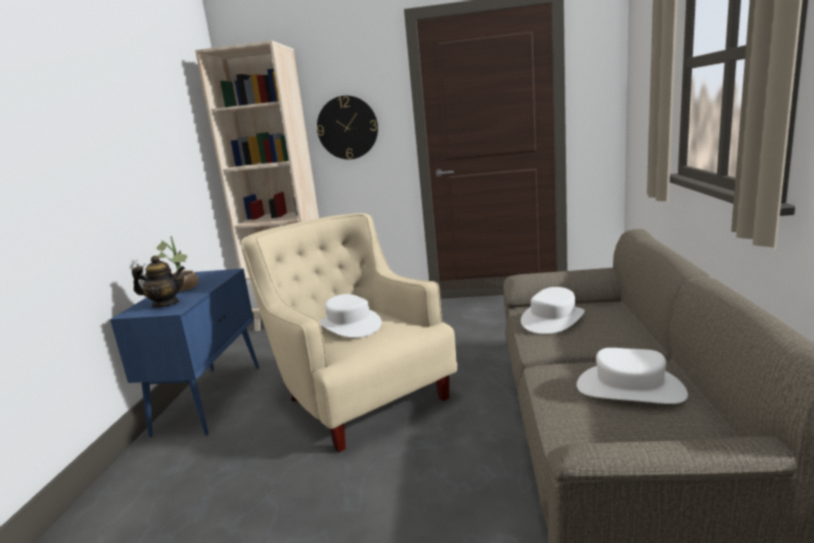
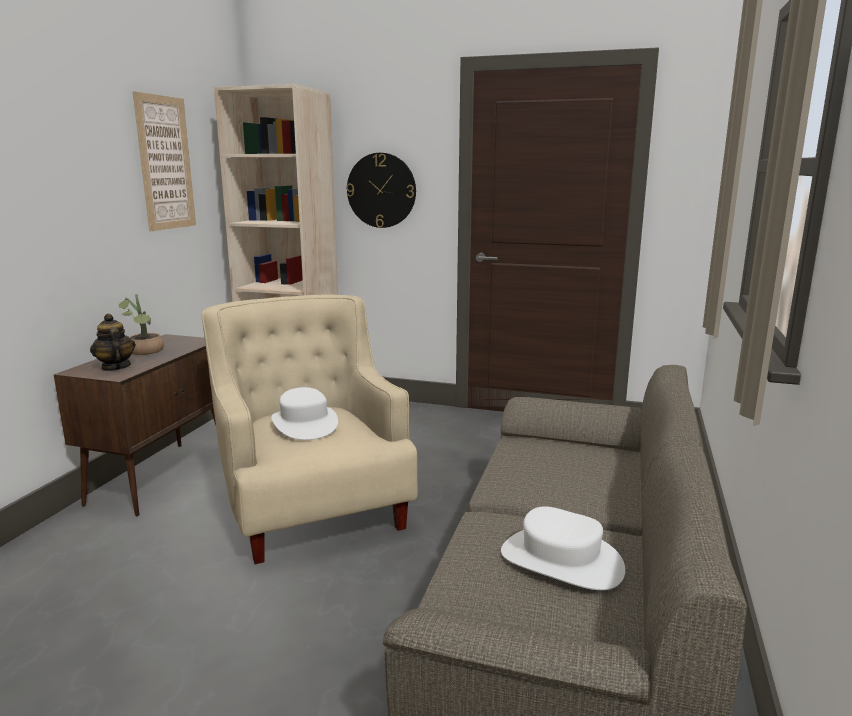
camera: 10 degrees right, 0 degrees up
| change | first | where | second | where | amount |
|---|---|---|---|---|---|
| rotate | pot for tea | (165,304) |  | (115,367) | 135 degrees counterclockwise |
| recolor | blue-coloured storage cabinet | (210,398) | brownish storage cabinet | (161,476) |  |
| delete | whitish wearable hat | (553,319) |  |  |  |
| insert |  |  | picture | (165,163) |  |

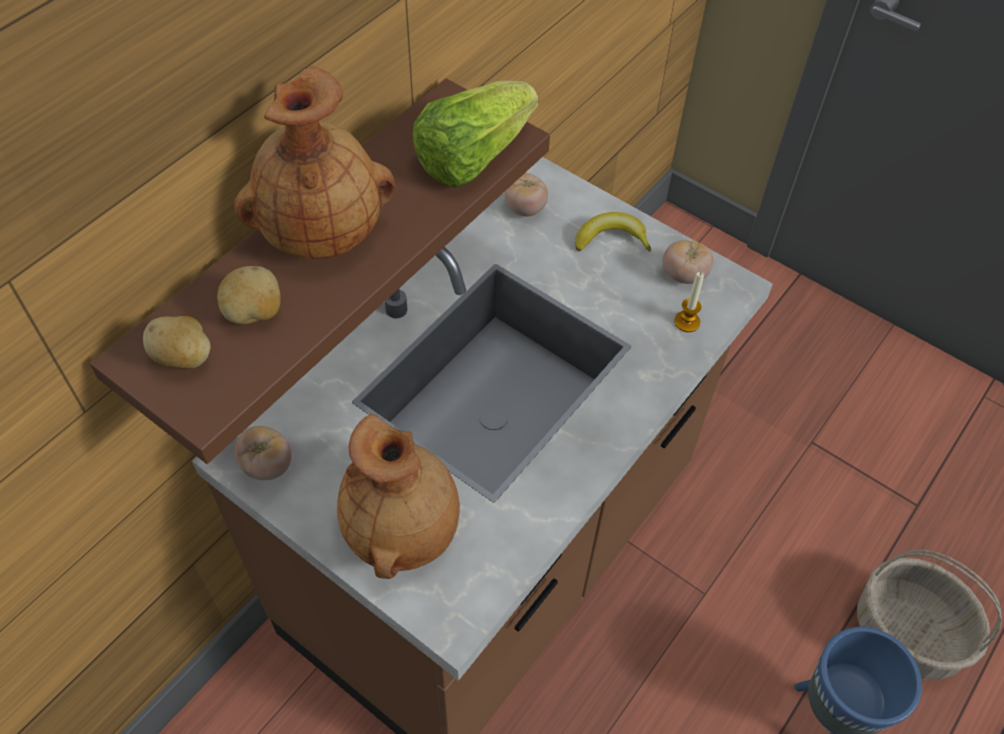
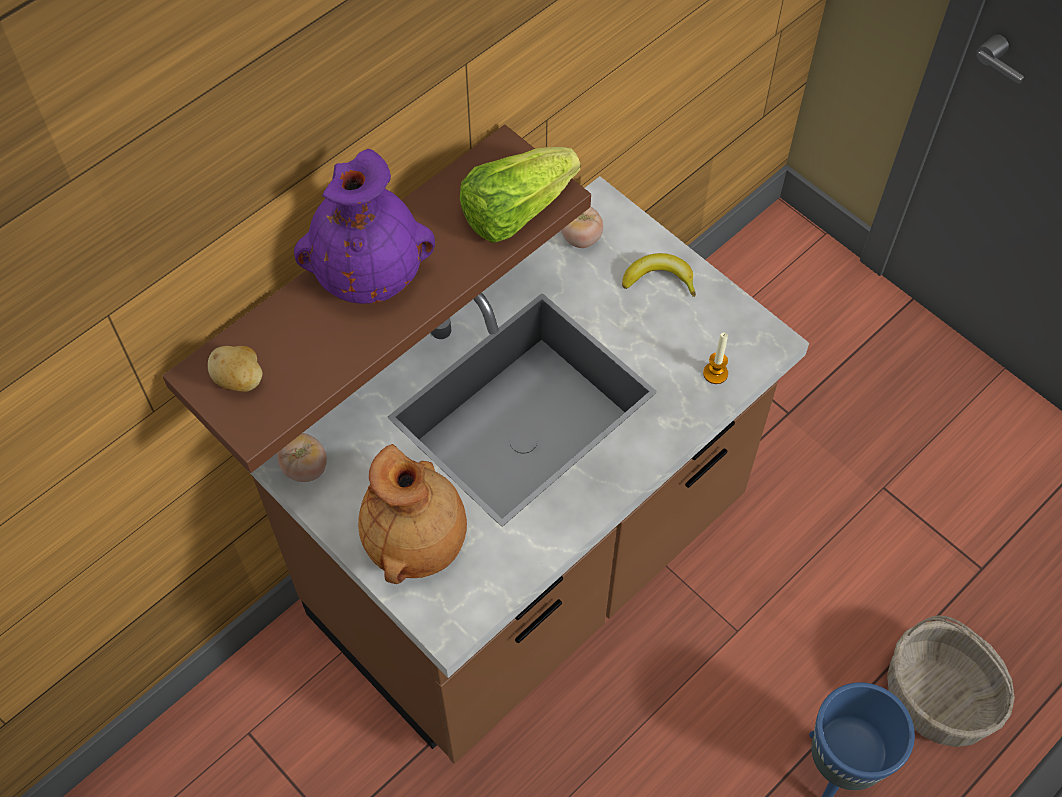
camera: 10 degrees right, 5 degrees up
| change | first | where | second | where | amount |
|---|---|---|---|---|---|
| recolor | brownish vase | (322,232) | purple vase | (369,273) |  |
| delete | whole tomato | (684,275) |  |  |  |
| delete | spud | (254,313) |  |  |  |

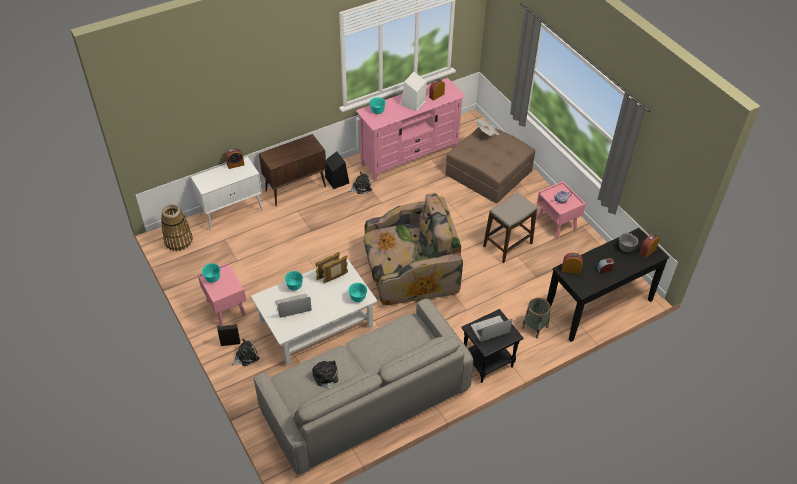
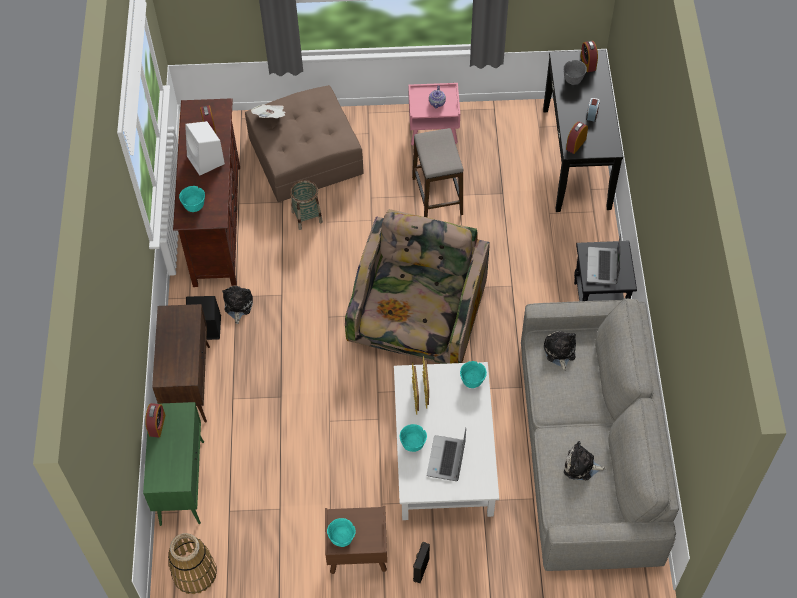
camera: 60 degrees left, 10 degrees up
| change | first | where | second | where | amount |
|---|---|---|---|---|---|
| recolor | pink-coloured media console | (409,156) | brownish media console | (216,224) |  |
| recolor | whitish storage cabinet | (232,212) | green-coloured storage cabinet | (182,482) |  |
| recolor | pink-coloured night table | (225,307) | brownish night table | (357,554) |  |
| move | basket | (534,327) |  | (307,217) |  |
| move | soft toy | (246,356) |  | (559,352) |  |

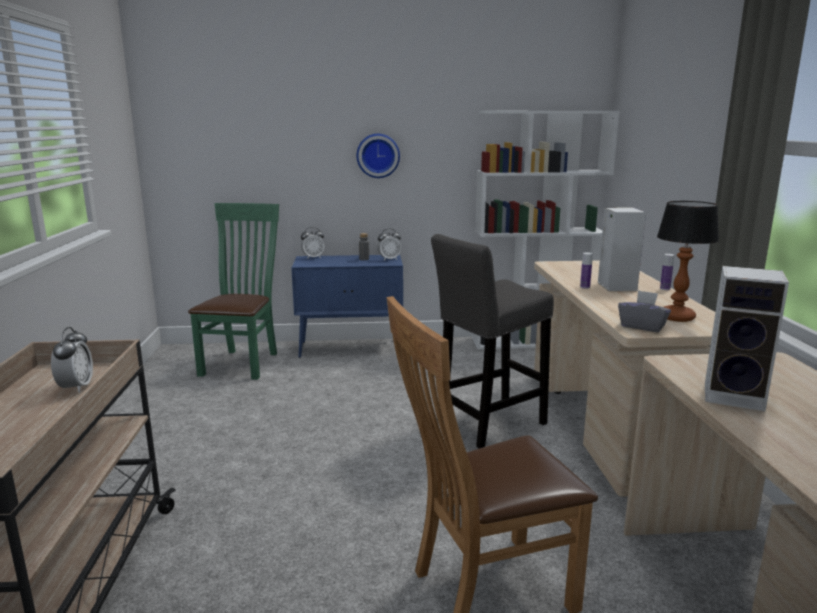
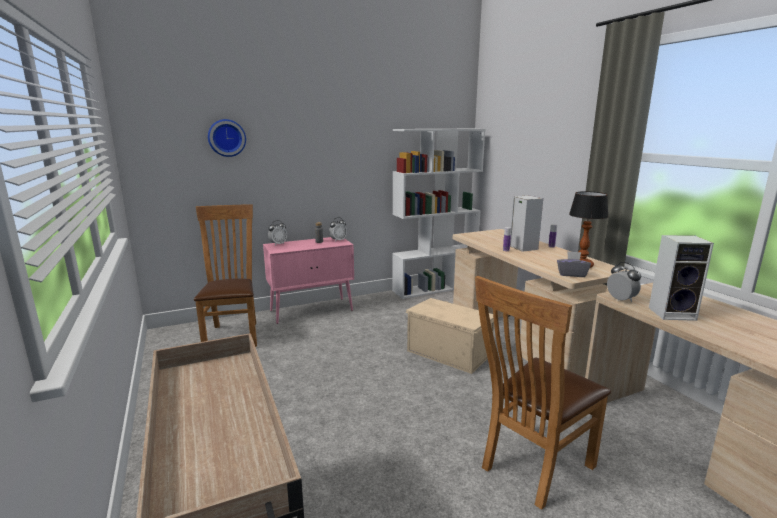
camera: 20 degrees left, 0 degrees up
| change | first | where | second | where | amount |
|---|---|---|---|---|---|
| move | wall clock | (378,155) |  | (226,138) |  |
| recolor | green-coloured upright chair | (243,362) | brownish upright chair | (233,334) |  |
| replace | gray stool seat | (487,424) | beige-coloured storage container | (449,352) |  |
| recolor | blue-coloured storage cabinet | (351,348) | pink-coloured storage cabinet | (312,310) |  |
| move | alarm clock | (76,387) |  | (621,300) |  |

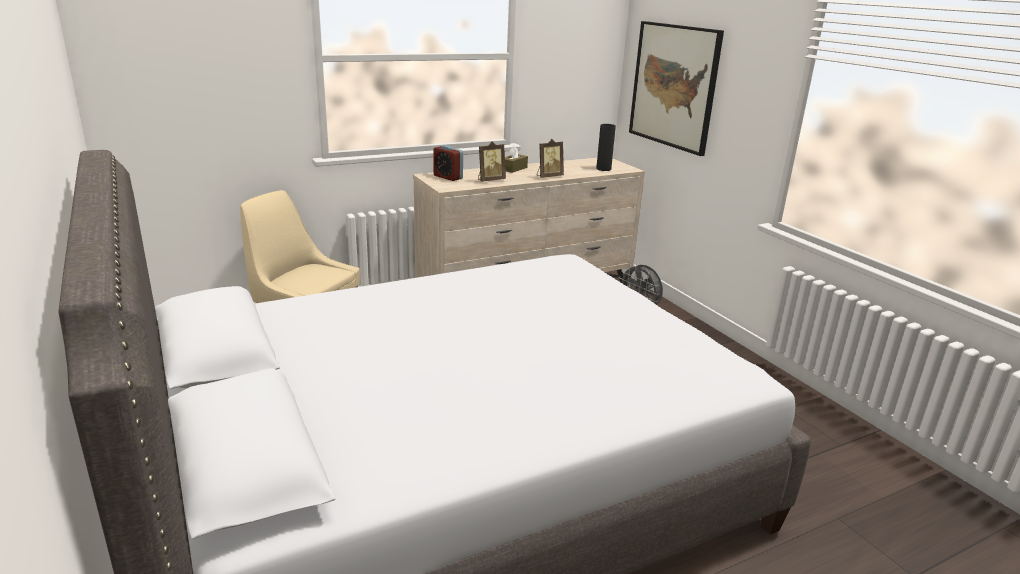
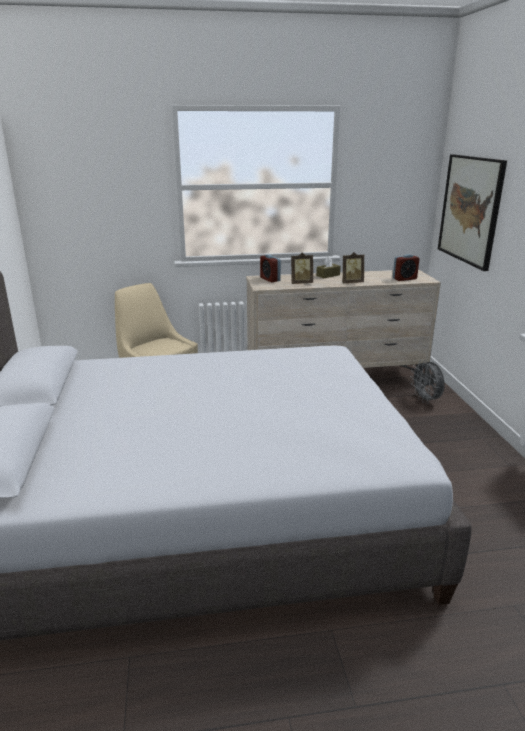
camera: 20 degrees right, 0 degrees up
| change | first | where | second | where | amount |
|---|---|---|---|---|---|
| replace | blackish vase | (603,169) | alarm clock | (404,279) |  |

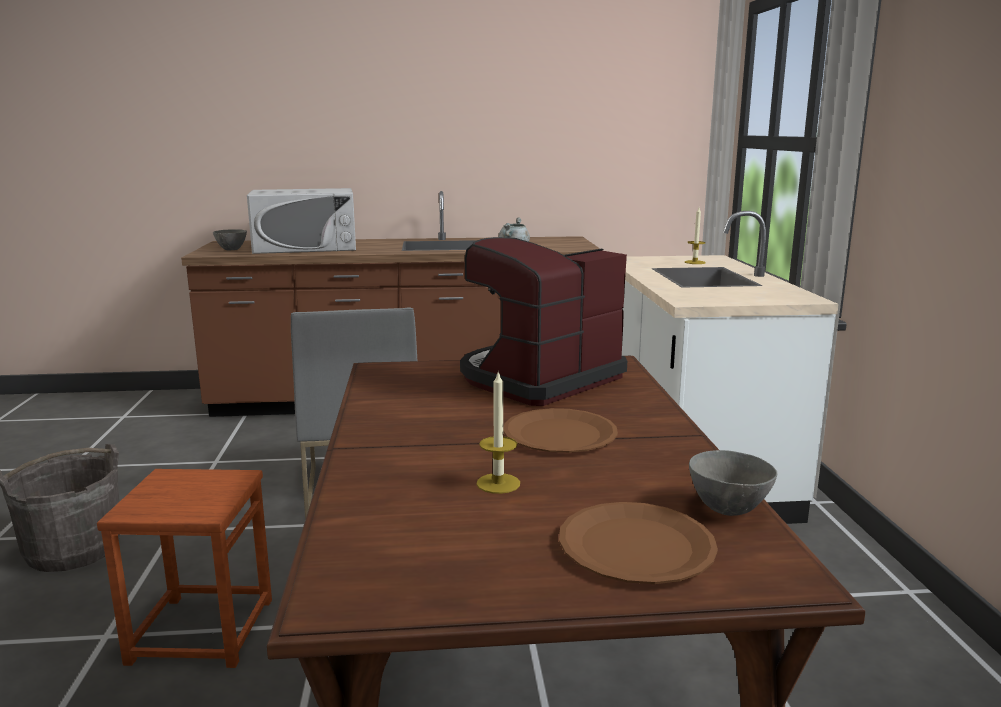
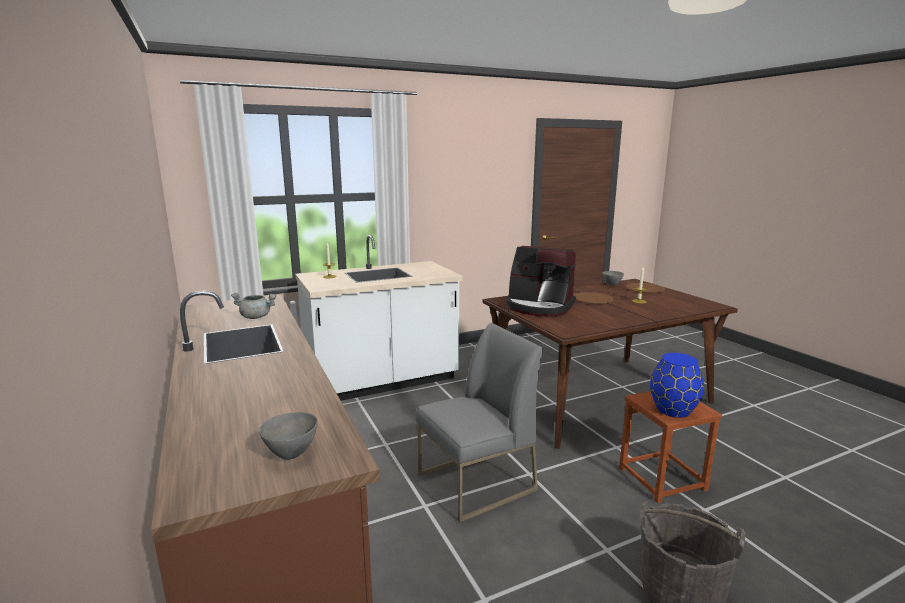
camera: 110 degrees left, 0 degrees up
| change | first | where | second | where | amount |
|---|---|---|---|---|---|
| delete | whitish kitchen microwave | (305,247) |  |  |  |
| insert |  |  | blue-coloured vase | (673,410) |  |

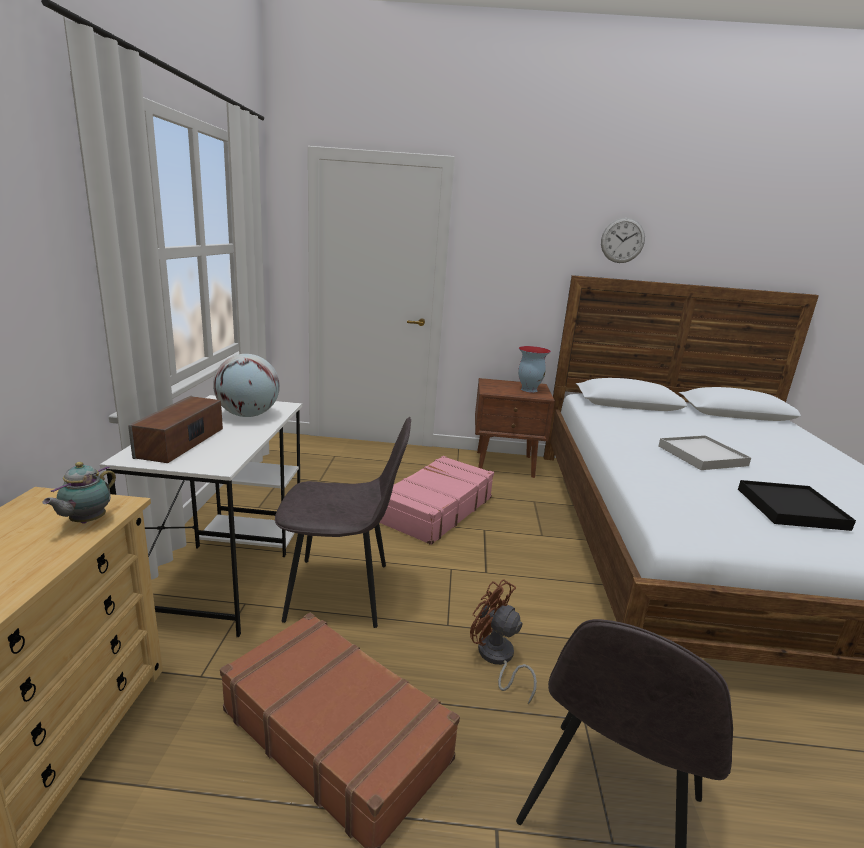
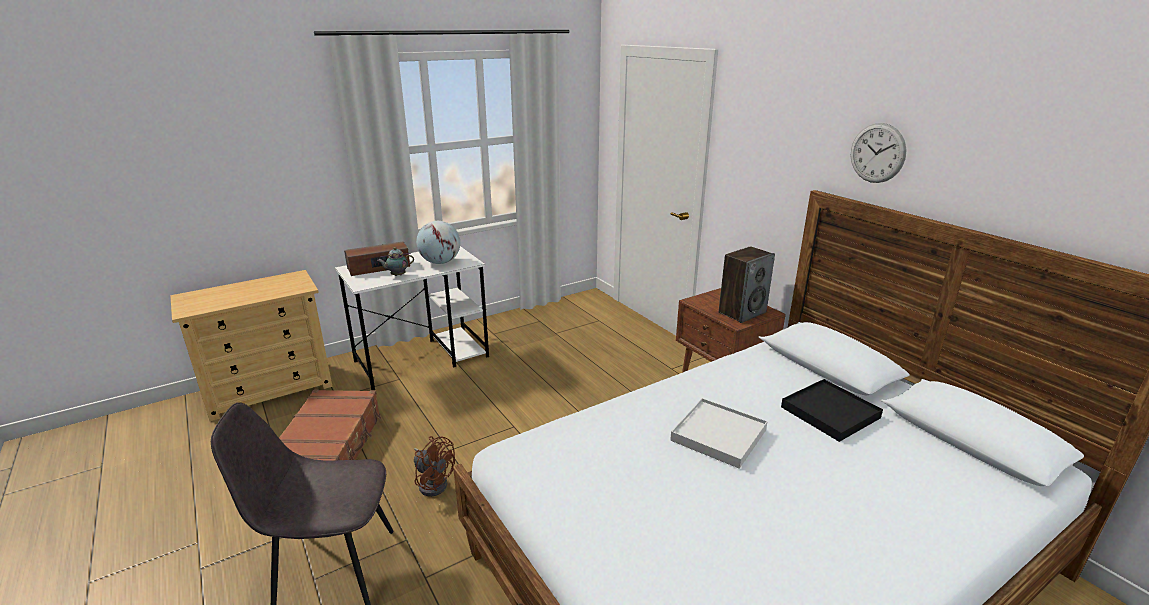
camera: 55 degrees right, 5 degrees up
| change | first | where | second | where | amount |
|---|---|---|---|---|---|
| replace | vase | (528,389) | audio speaker | (742,312) |  |
| delete | gray upright chair | (342,592) |  |  |  |
| delete | pink-coloured piece of luggage | (435,509) |  |  |  |
| move | pot for tea | (86,521) |  | (397,275) |  |
| move | blackish serving tray | (791,509) |  | (830,412) |  |
| rotate | brownish electric fan | (497,659) |  | (433,482) | 120 degrees clockwise |

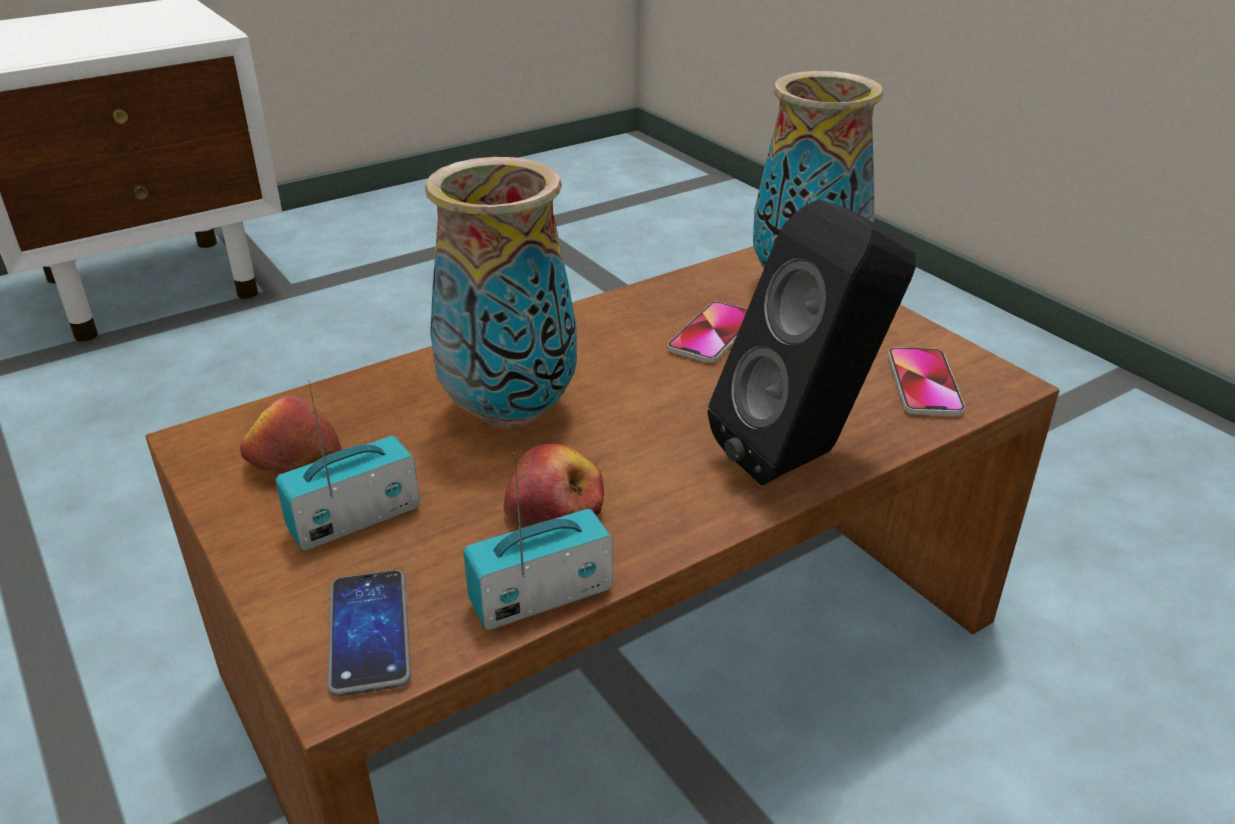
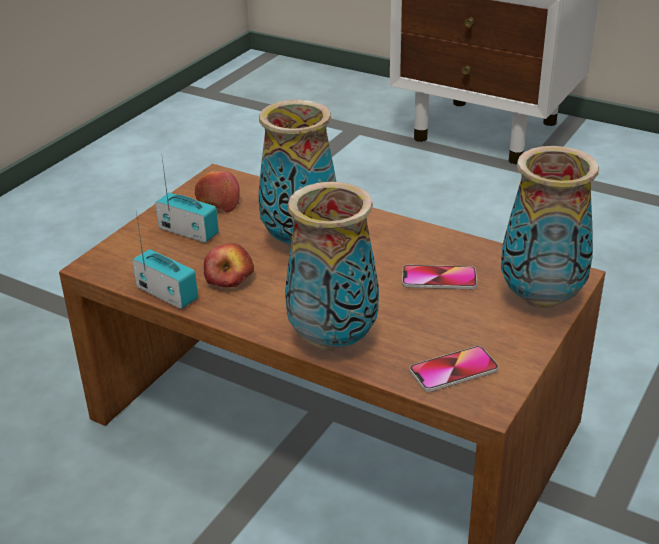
camera: 65 degrees right, 0 degrees up
| change | first | where | second | where | amount |
|---|---|---|---|---|---|
| replace | blackish audio speaker | (803,455) | vase | (333,340) |  |
| delete | phone | (369,633) |  |  |  |

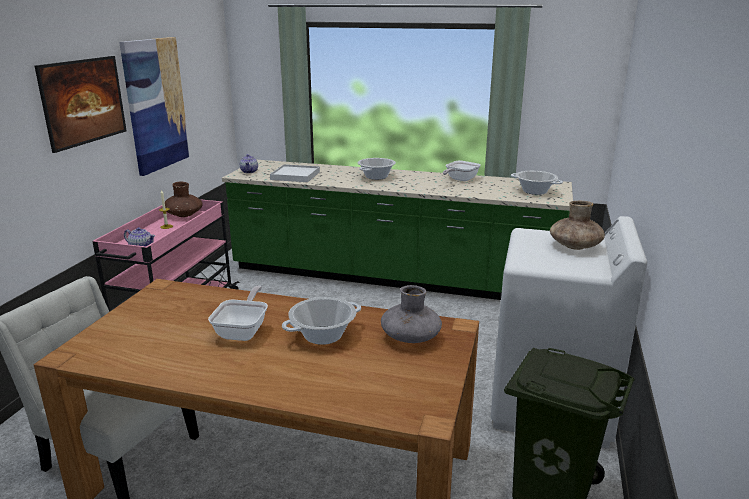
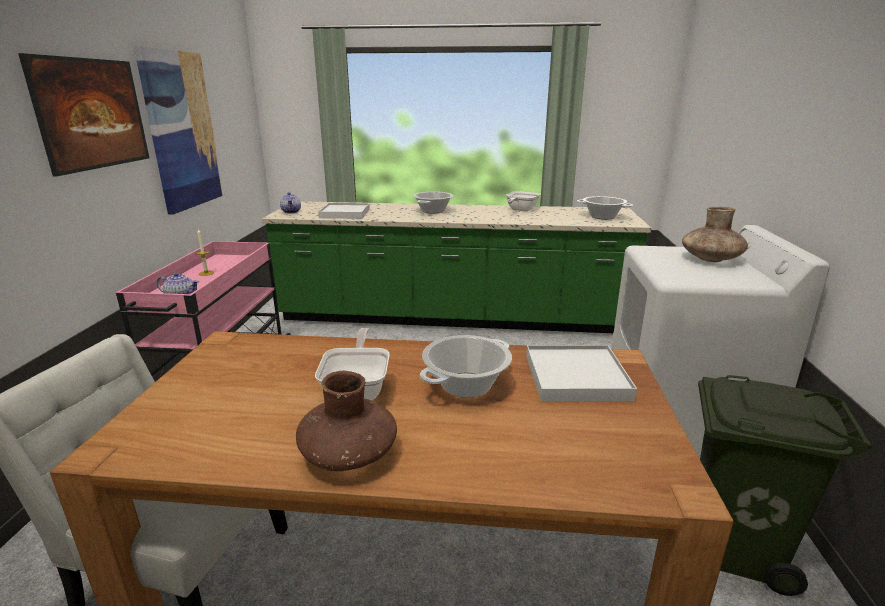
camera: 10 degrees left, 0 degrees up
| change | first | where | second | where | amount |
|---|---|---|---|---|---|
| move | brownish vase | (184,215) |  | (349,454) |  |
| replace | gray vase | (410,337) | whitish serving tray | (576,377) |  |

